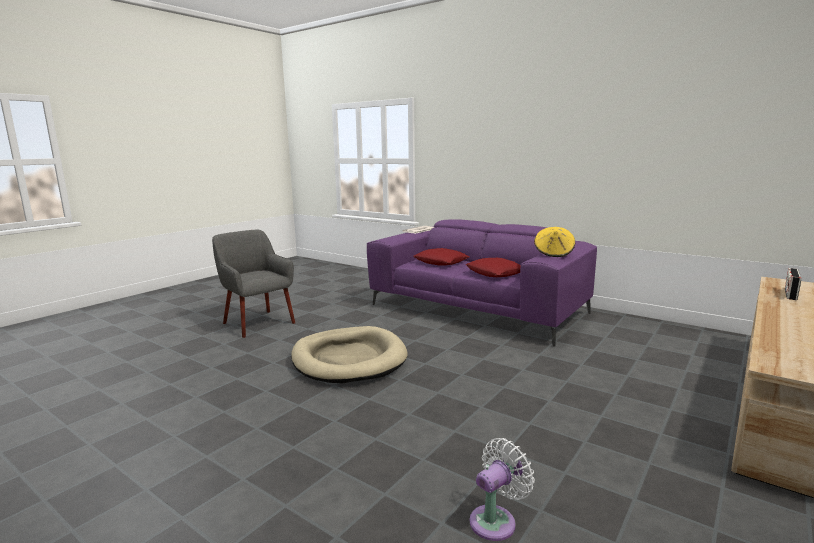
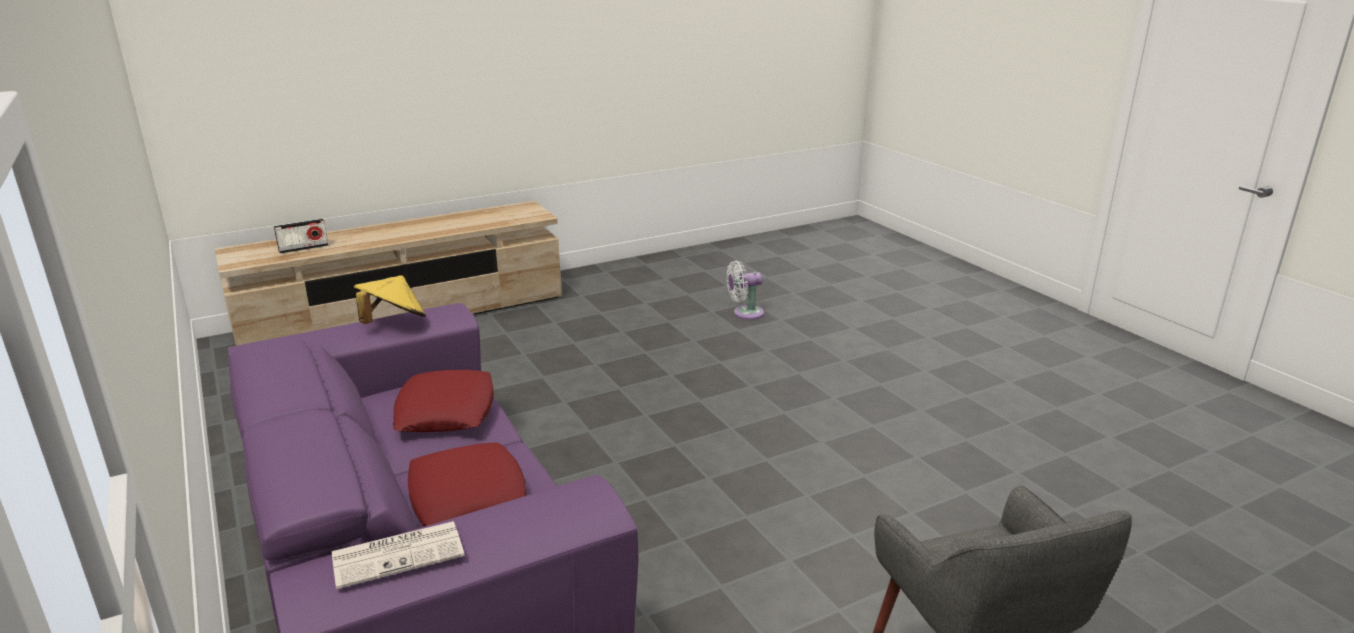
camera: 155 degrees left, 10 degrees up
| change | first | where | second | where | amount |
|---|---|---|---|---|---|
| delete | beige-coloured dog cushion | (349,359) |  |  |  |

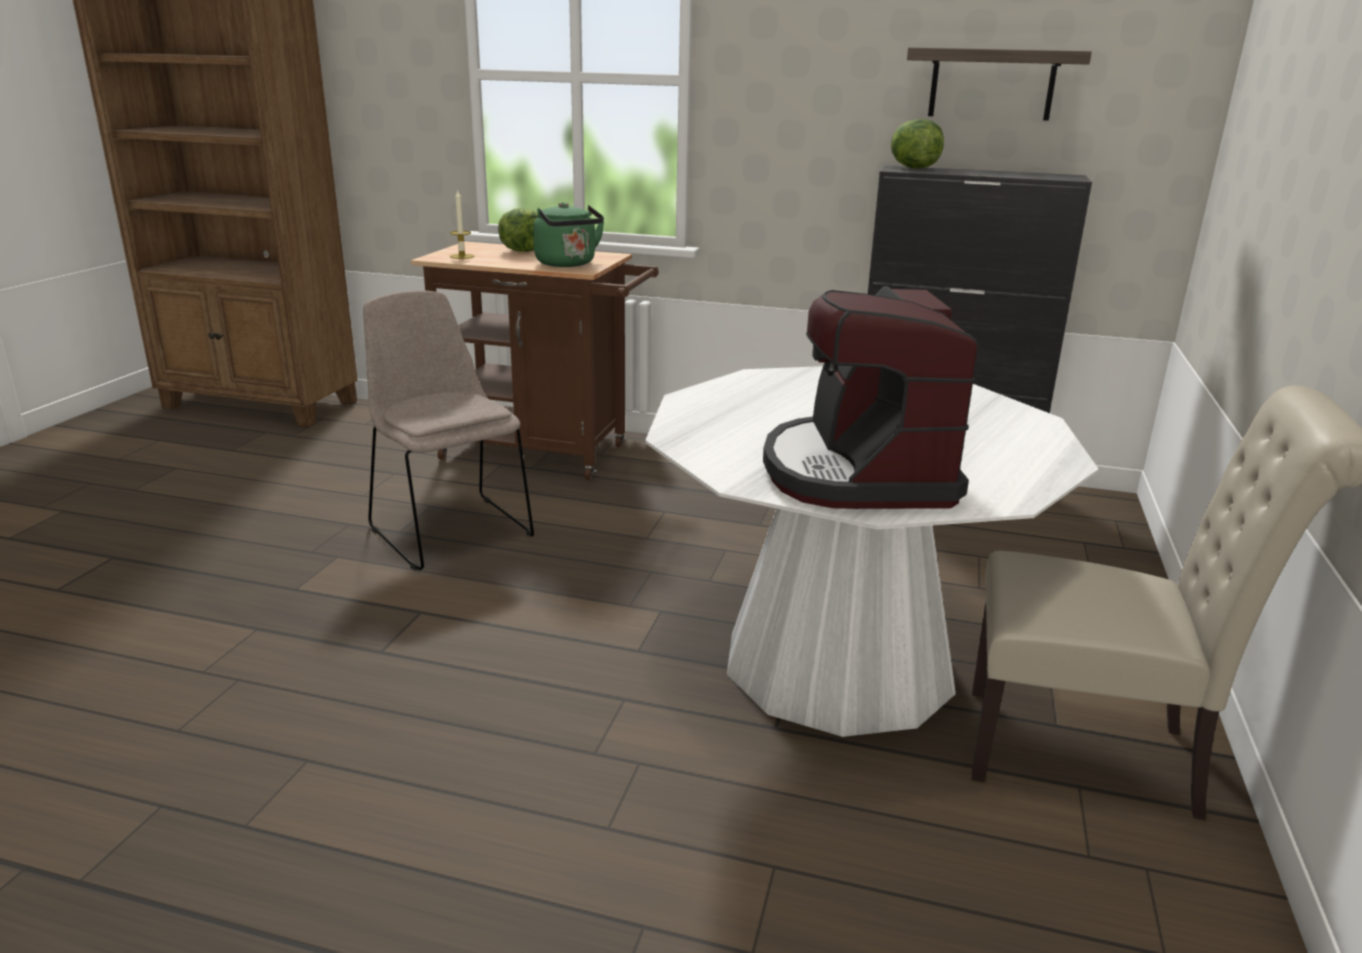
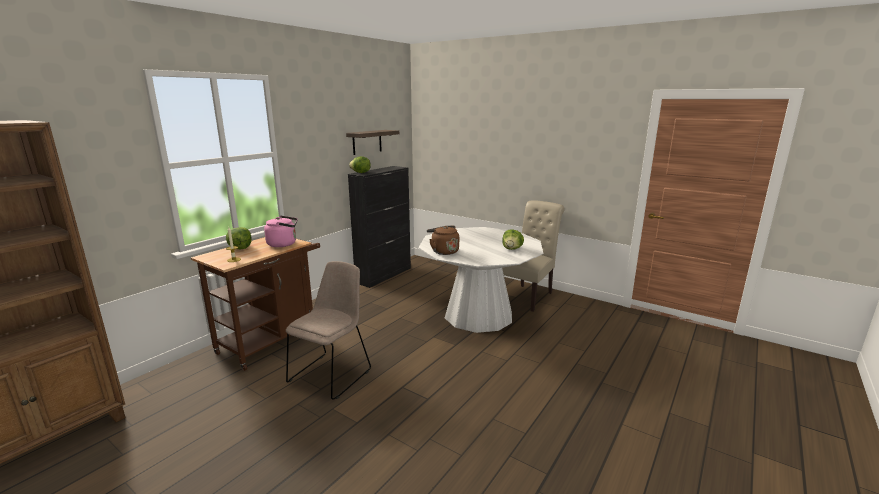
camera: 70 degrees left, 5 degrees down
| change | first | where | second | where | amount |
|---|---|---|---|---|---|
| recolor | green-coloured tea kettle | (568,264) | pink-coloured tea kettle | (284,244) |  |
| replace | coffee brewer | (858,473) | lettuce head | (512,249) |  |
| rotate | beige-coloured upright chair | (449,529) |  | (331,374) | 135 degrees clockwise |
| insert |  |  | brownish tea kettle | (443,251) |  |

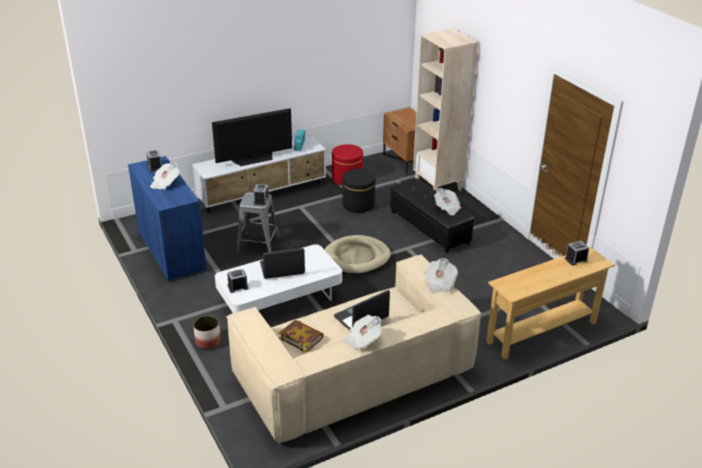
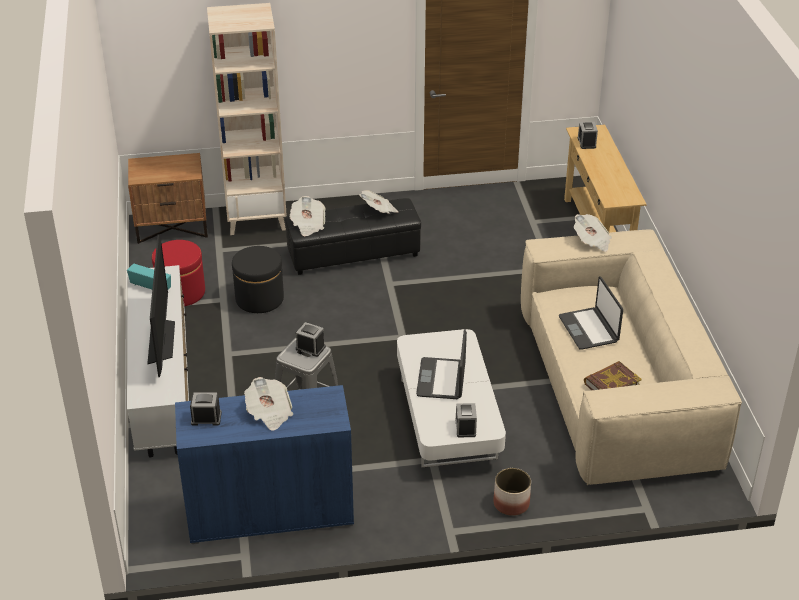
camera: 70 degrees left, 5 degrees up
| change | first | where | second | where | amount |
|---|---|---|---|---|---|
| delete | beige-coloured dog cushion | (357,258) |  |  |  |
| move | printed paper | (362,340) |  | (308,225) |  |

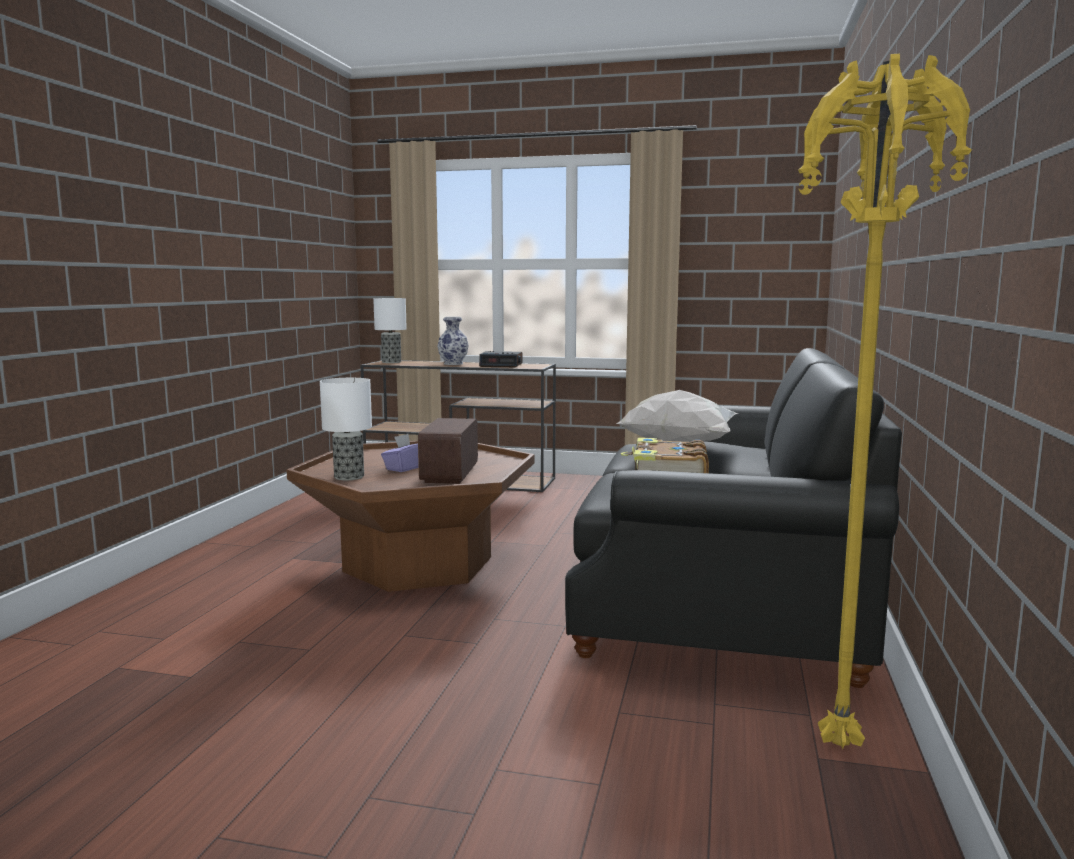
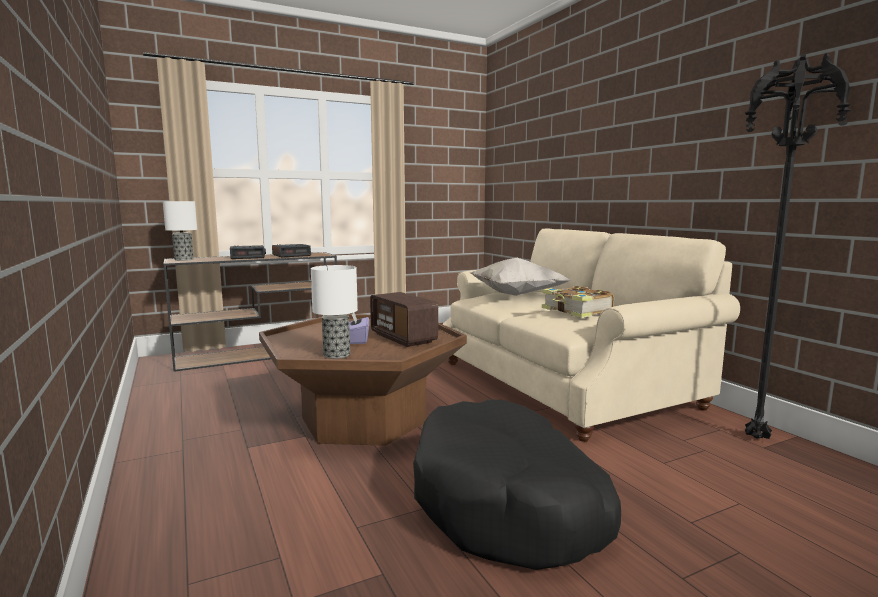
camera: 40 degrees left, 0 degrees up
| change | first | where | second | where | amount |
|---|---|---|---|---|---|
| recolor | yellow-coloured standing lamp | (836,746) | blackish standing lamp | (757,439) |  |
| replace | vase | (454,364) | alarm clock | (248,257) |  |
| recolor | blackish couch | (721,593) | beige-coloured couch | (564,383) |  |
| insert |  |  | blackish dog cushion | (508,503) |  |

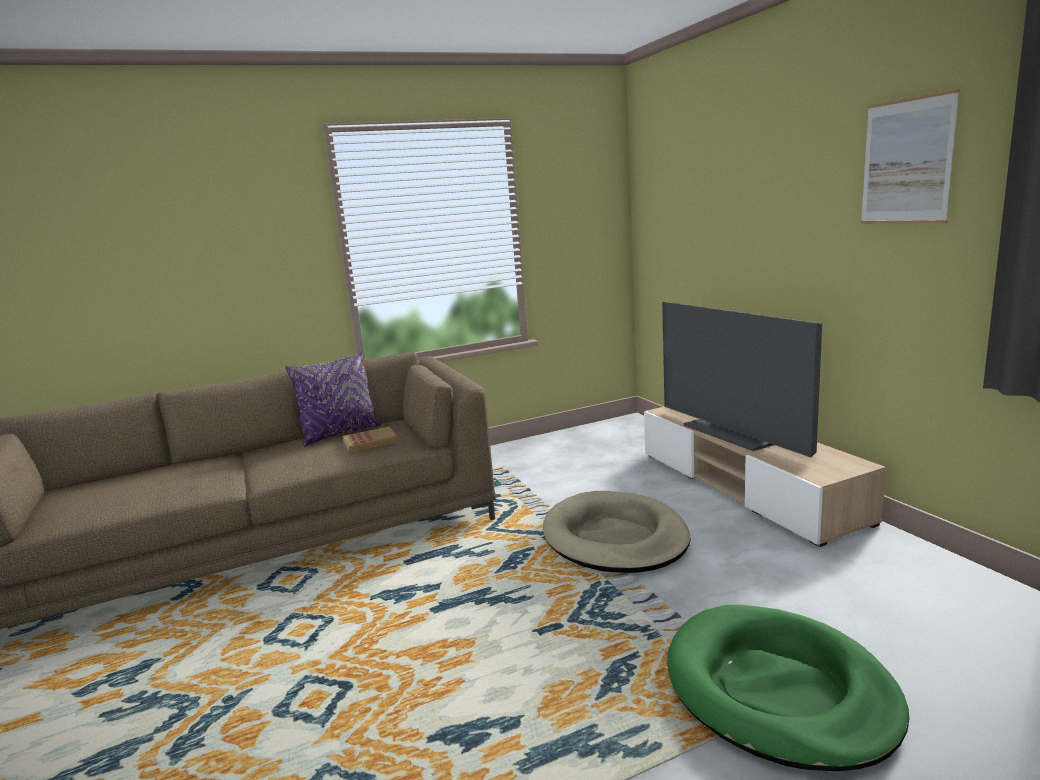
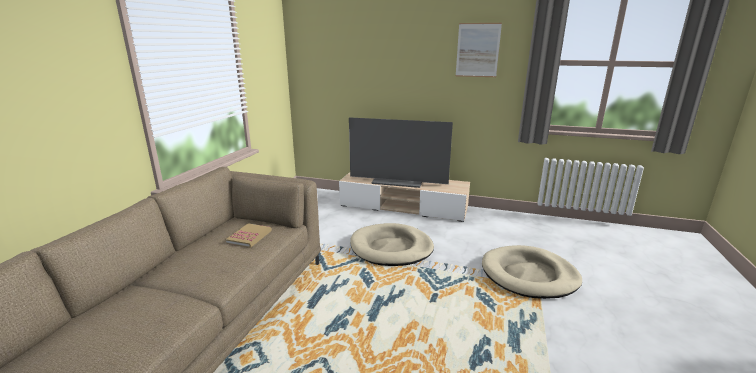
camera: 50 degrees left, 5 degrees up
| change | first | where | second | where | amount |
|---|---|---|---|---|---|
| delete | purple throw pillow | (340,434) |  |  |  |
| recolor | green-coloured dog cushion | (778,690) | beige-coloured dog cushion | (529,275) |  |

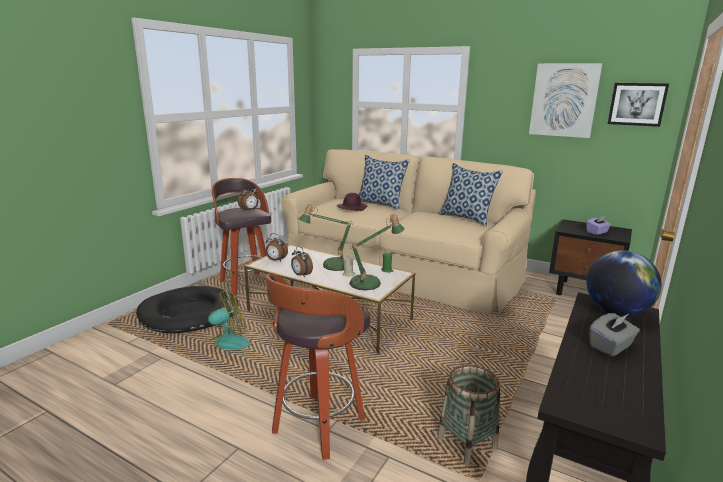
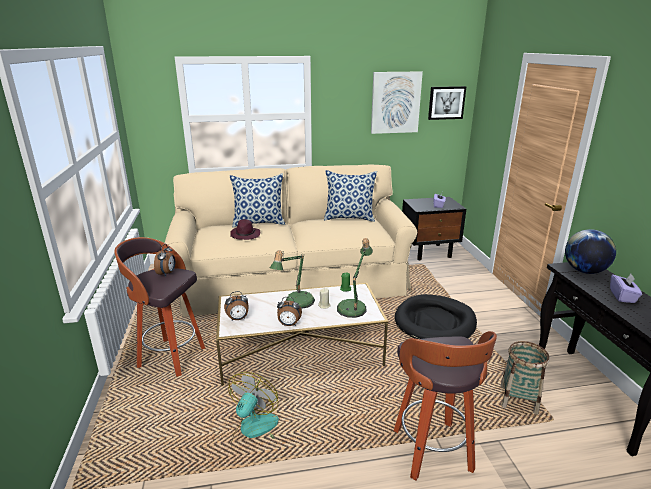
camera: 40 degrees left, 5 degrees up
| change | first | where | second | where | amount |
|---|---|---|---|---|---|
| move | blackish dog cushion | (189,313) |  | (435,322) |  |
| recolor | gray tissue holder | (611,346) | purple tissue holder | (622,296) |  |

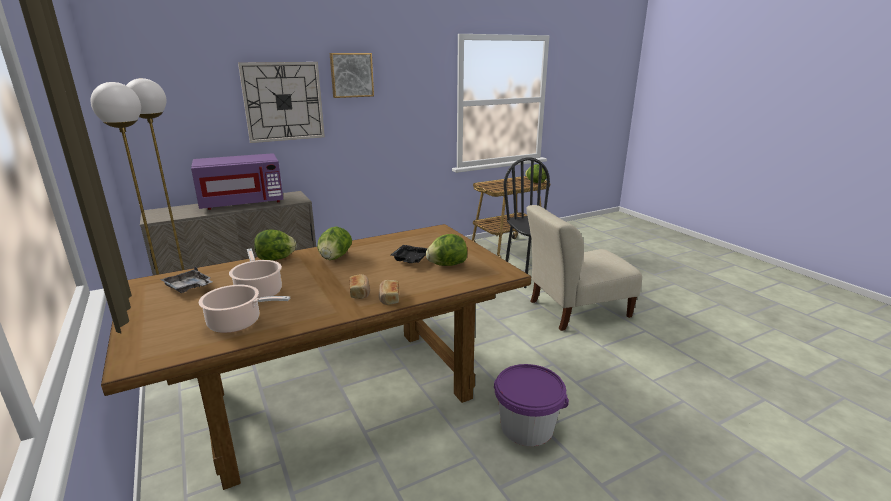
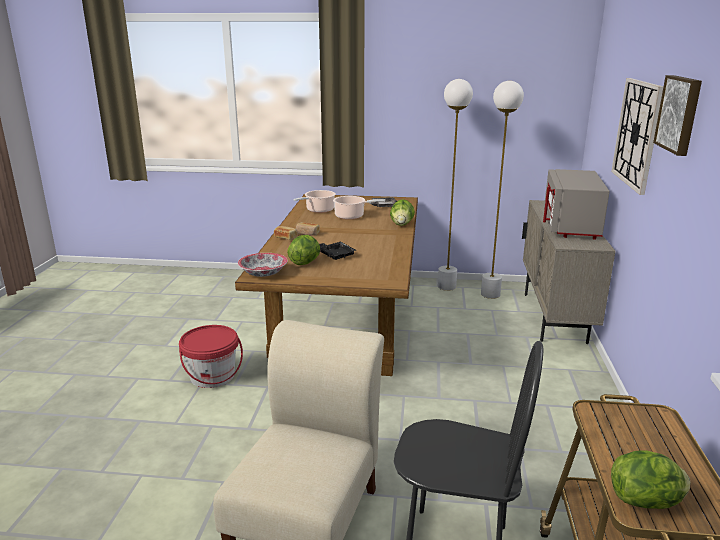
camera: 125 degrees right, 0 degrees up
| change | first | where | second | where | amount |
|---|---|---|---|---|---|
| recolor | purple kitchen microwave | (242,203) | gray kitchen microwave | (571,226) |  |
| delete | lettuce head | (335,258) |  |  |  |
| recolor | purple pail | (527,427) | reddish pail | (212,376) |  |
| insert |  |  | deep dish | (263,273) |  |

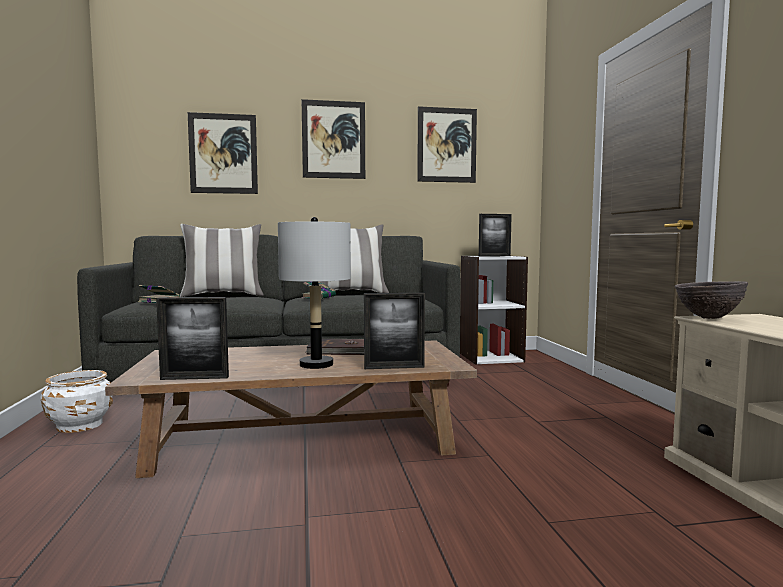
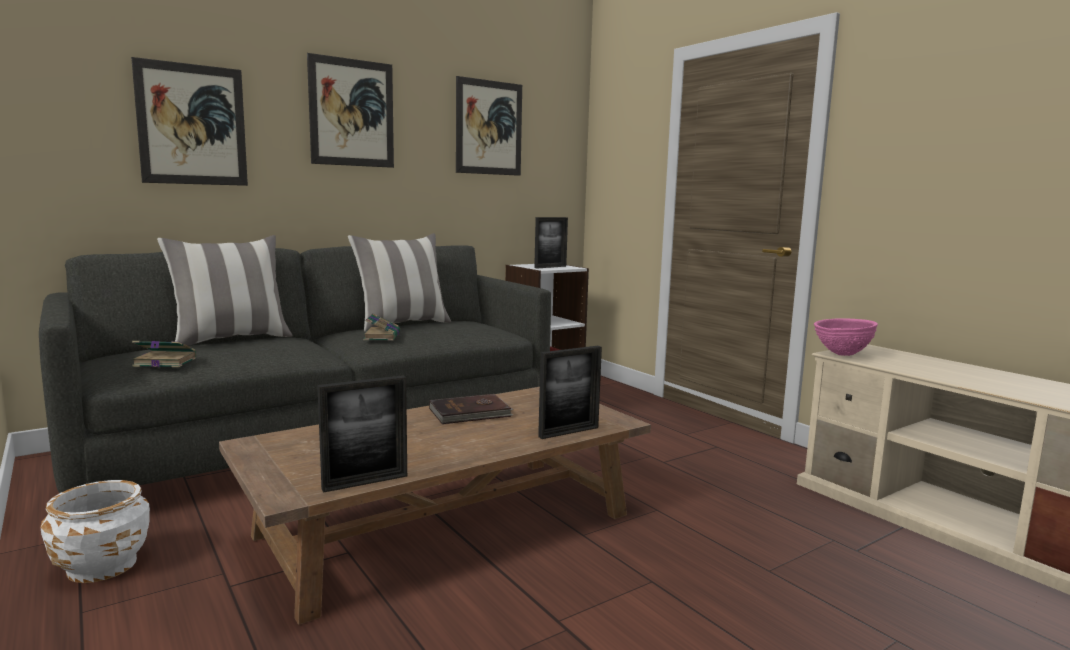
camera: 25 degrees left, 5 degrees up
| change | first | where | second | where | amount |
|---|---|---|---|---|---|
| delete | gray lamp for a table | (317,364) |  |  |  |
| recolor | brownish deep dish | (708,318) | pink-coloured deep dish | (842,354) |  |

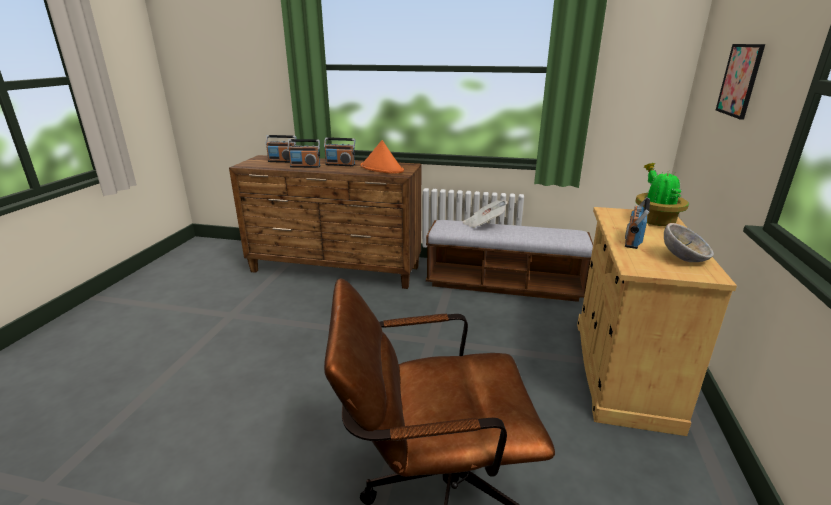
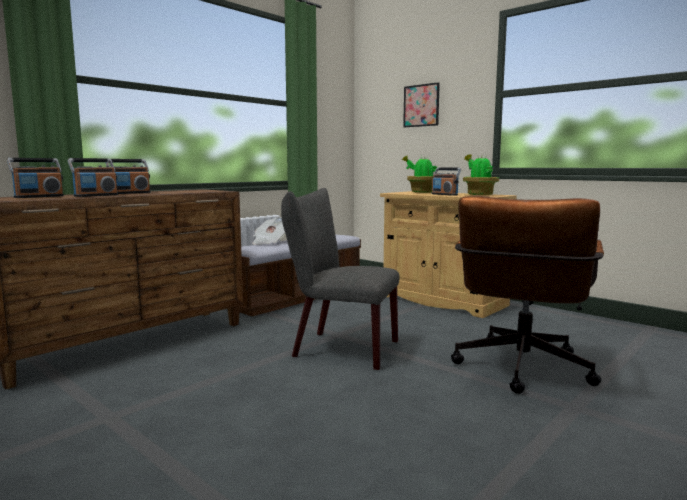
camera: 60 degrees left, 15 degrees down
| change | first | where | second | where | amount |
|---|---|---|---|---|---|
| delete | orangey wearable hat | (382,169) |  |  |  |
| replace | deep dish | (684,258) | houseplant | (479,194) |  |
| insert |  |  | gray upright chair | (339,348) |  |

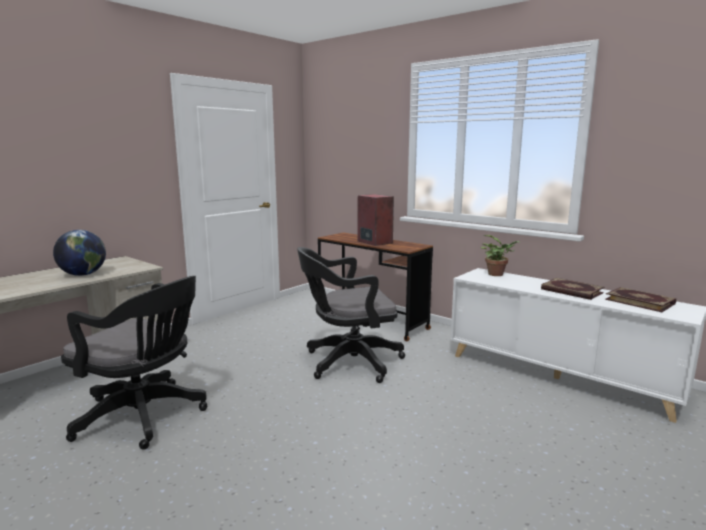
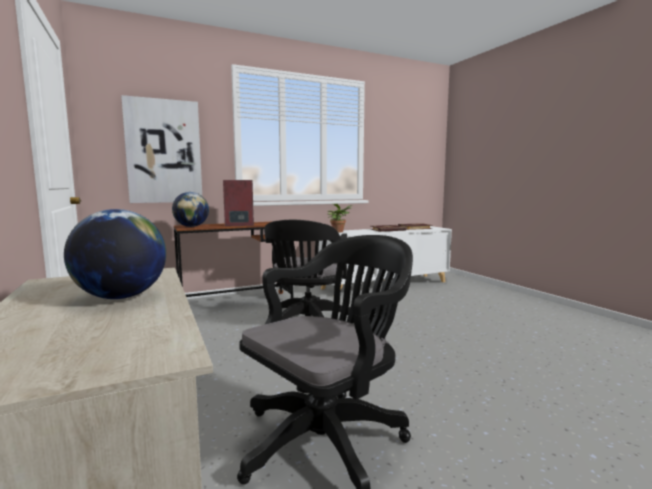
camera: 65 degrees left, 5 degrees down
| change | first | where | second | where | amount |
|---|---|---|---|---|---|
| insert |  |  | picture | (164,151) |  |
| insert |  |  | globe | (191,226) |  |

